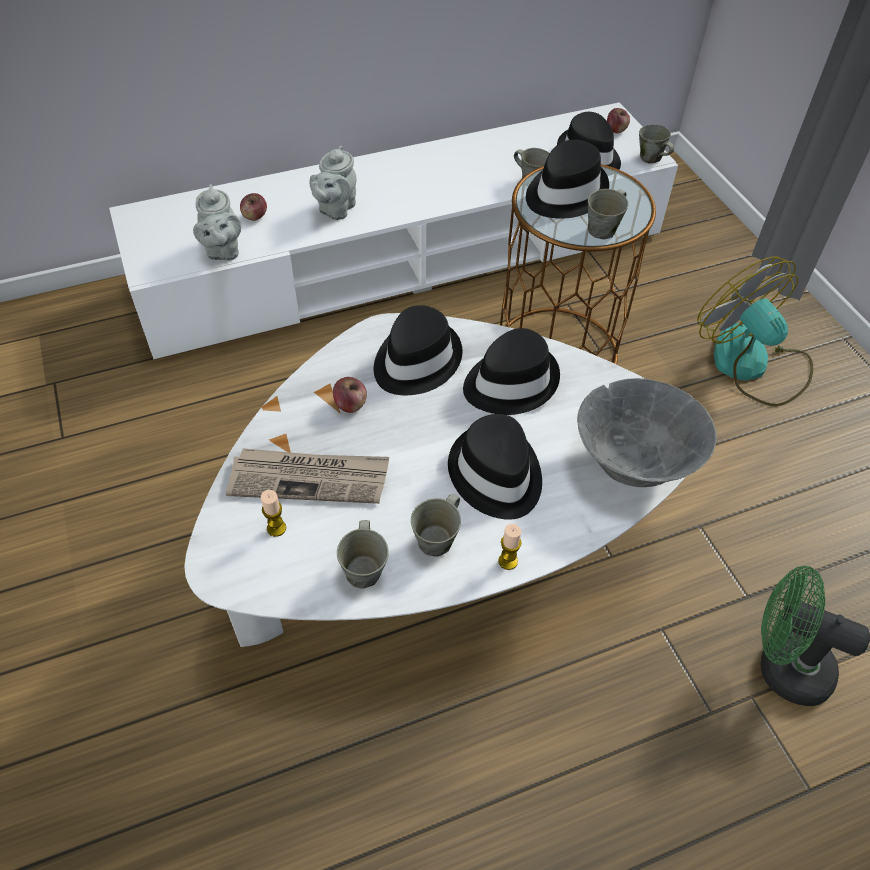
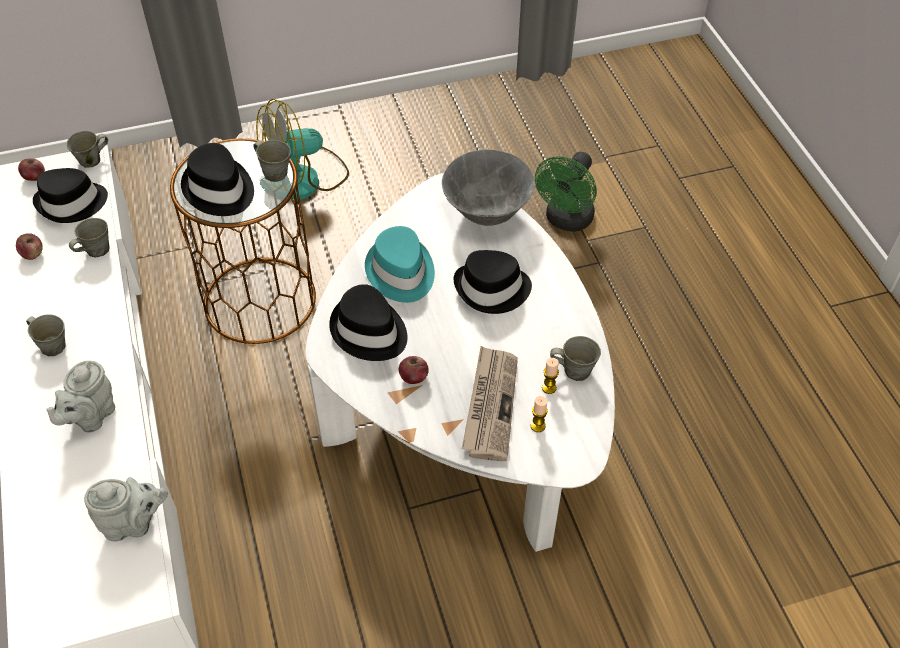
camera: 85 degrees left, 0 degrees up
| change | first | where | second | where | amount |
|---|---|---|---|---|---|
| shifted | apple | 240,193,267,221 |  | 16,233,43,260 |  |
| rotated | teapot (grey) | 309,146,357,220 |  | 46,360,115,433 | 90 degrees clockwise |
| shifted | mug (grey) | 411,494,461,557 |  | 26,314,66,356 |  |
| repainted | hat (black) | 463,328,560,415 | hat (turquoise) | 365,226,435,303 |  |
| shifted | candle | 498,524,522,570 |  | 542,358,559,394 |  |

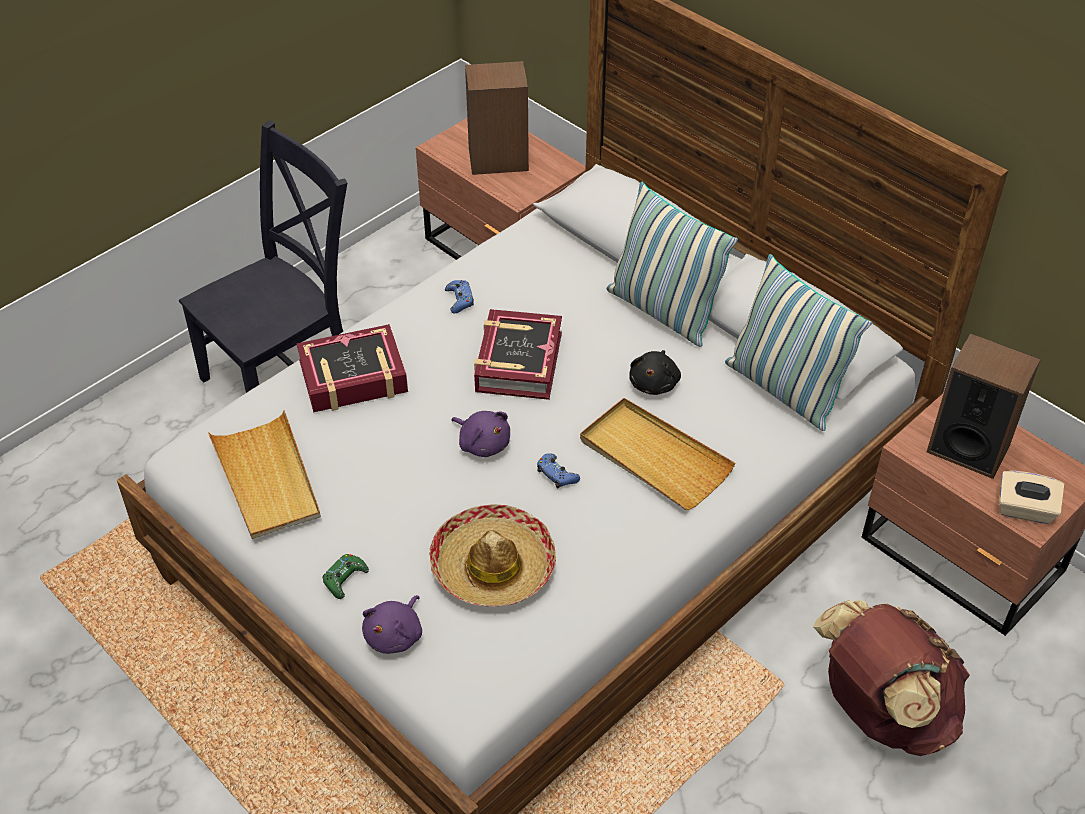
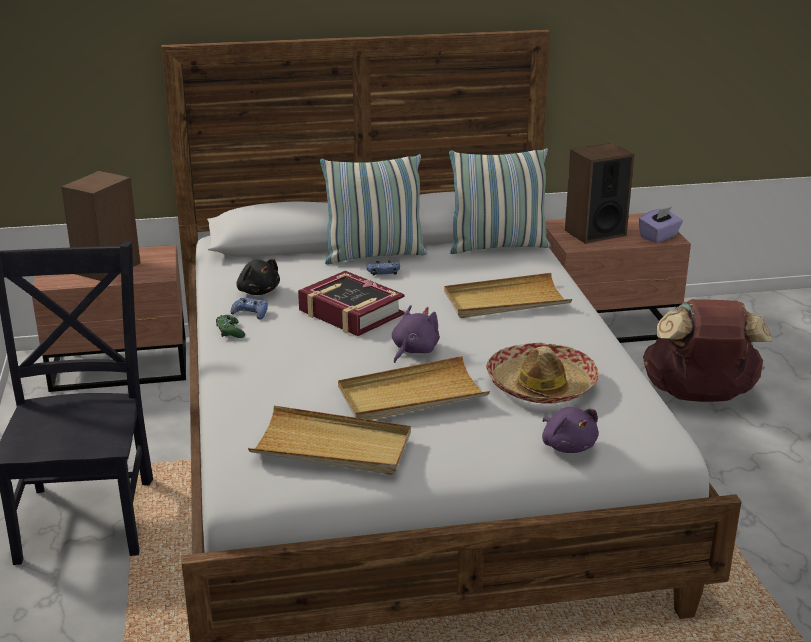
camera: 55 degrees left, 20 degrees down
| change | first | where | second | where | amount |
|---|---|---|---|---|---|
| gone | book | 297,324,408,413 |  |  |  |
| shifted | game controller (green) | 322,554,369,599 |  | 216,315,245,338 |  |
| rotated | plush toy (purple) | 452,411,510,457 |  | 392,305,440,363 | 45 degrees counterclockwise |
| shifted | game controller (blue) | 537,453,580,488 |  | 367,260,400,275 |  |
| shifted | plush toy (black) | 629,350,681,395 |  | 237,259,280,295 |  |
| repainted | tissue box (beige) | 999,471,1064,524 | tissue box (purple) | 638,207,683,243 |  |
| new |  |  | tray (beige) | 338,356,490,420 |  |

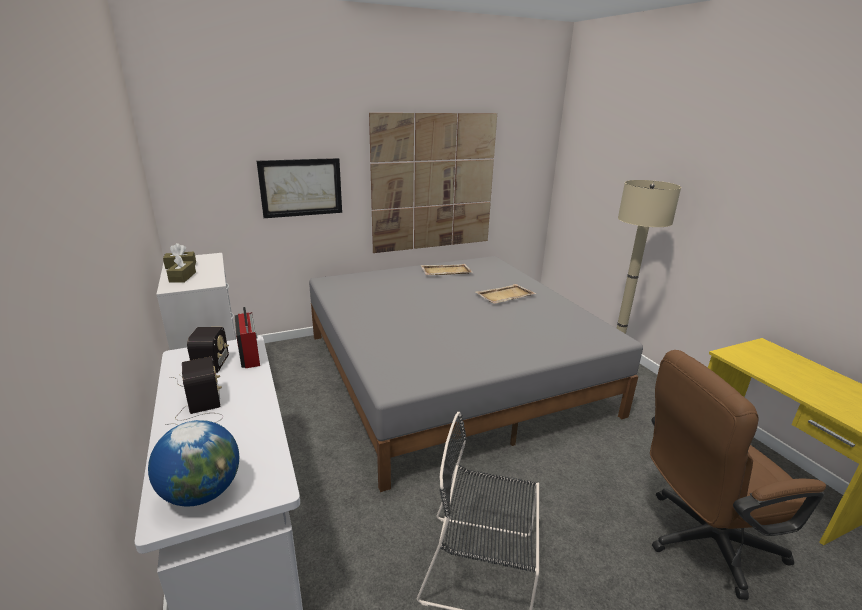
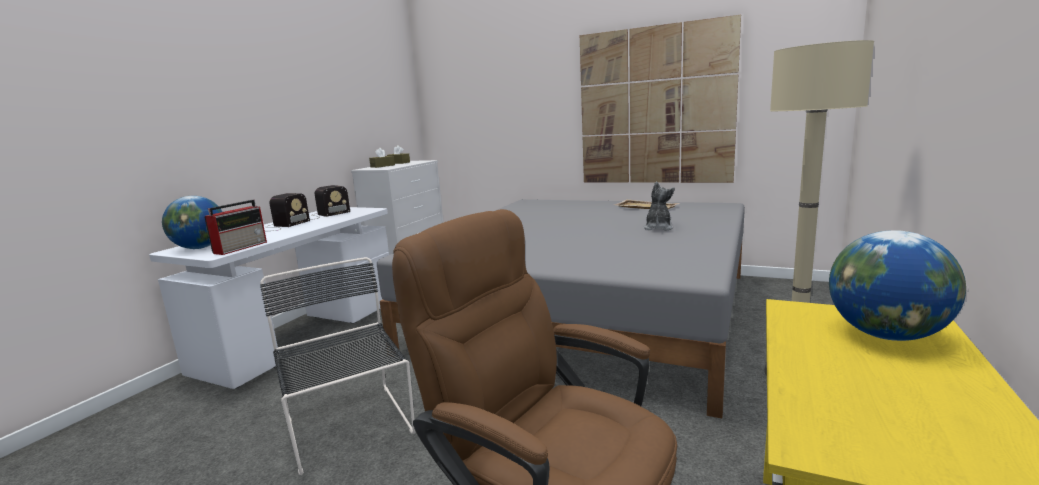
camera: 50 degrees right, 10 degrees down
| change | first | where | second | where | amount |
|---|---|---|---|---|---|
| shifted | radio | 235,307,260,368 |  | 204,200,267,255 |  |
| gone | picture | 257,158,342,218 |  |  |  |
| swapped | tray (beige) | 476,284,537,304 | plush toy | 644,181,675,231 |  |
| new |  |  | globe | 829,230,966,341 |  |

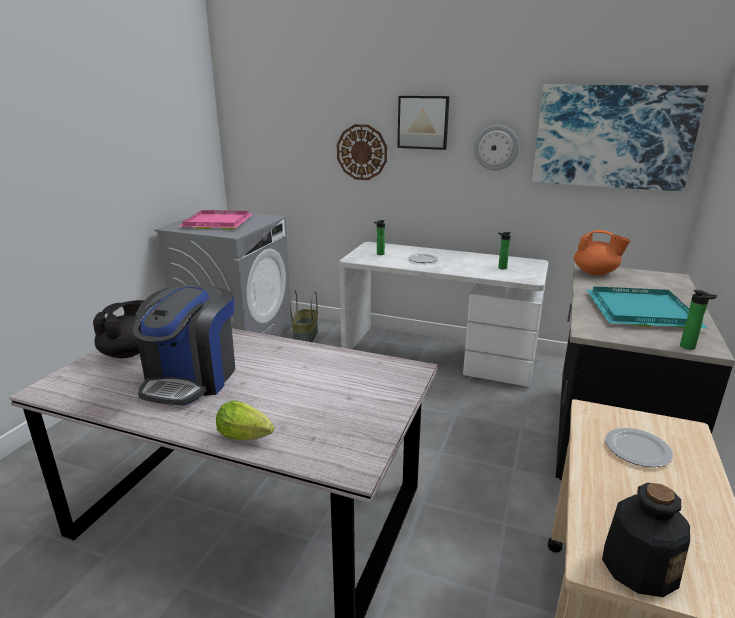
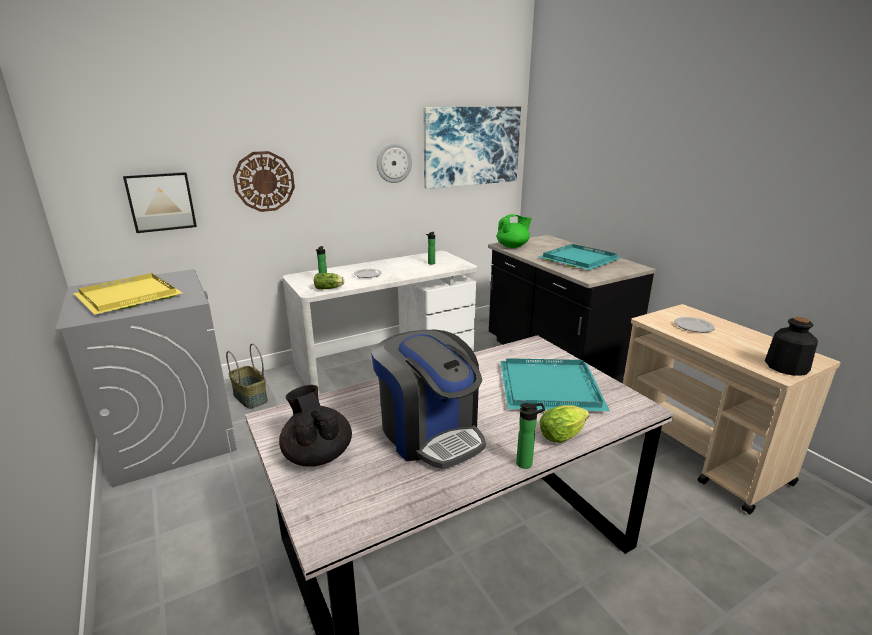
camera: 50 degrees left, 0 degrees up
| change | first | where | second | where | amount |
|---|---|---|---|---|---|
| repainted | tray (pink) | 178,210,253,230 | tray (yellow) | 73,273,182,315 |  |
| shifted | picture | 397,96,449,150 |  | 123,172,197,233 |  |
| repainted | teapot (orange) | 574,230,631,275 | teapot (green) | 497,214,532,248 |  |
| shifted | bottle | 680,290,717,350 |  | 516,403,545,469 |  |
| new |  |  | lettuce | 314,273,344,290 |  |
| new |  |  | tray (turquoise) | 500,358,610,411 |  |

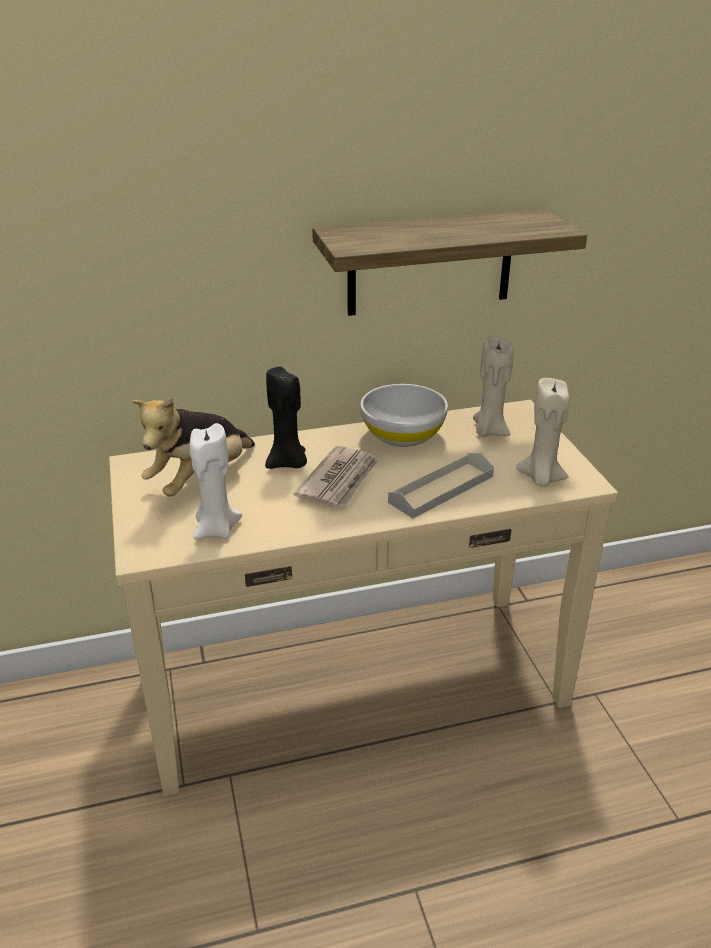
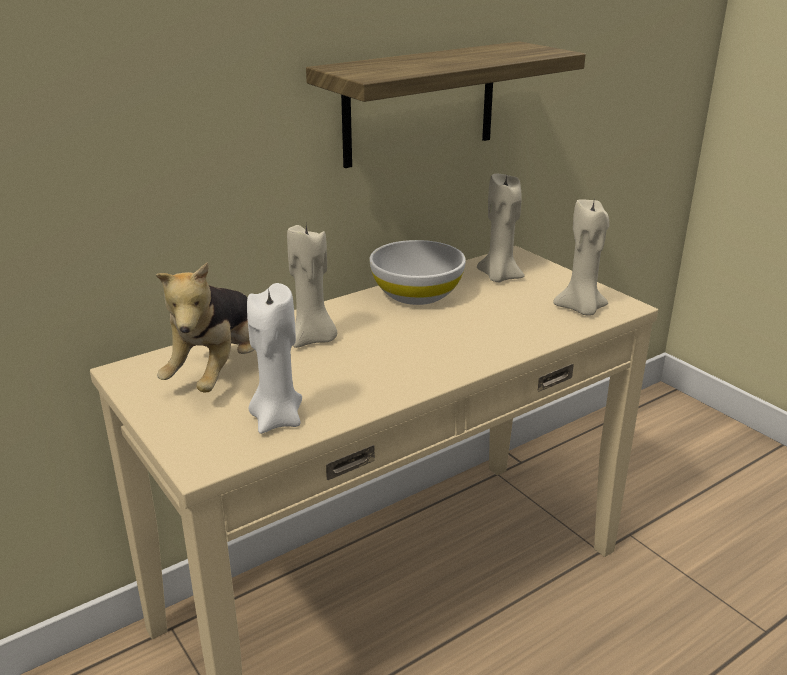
camera: 20 degrees left, 5 degrees down
| change | first | where | second | where | amount |
|---|---|---|---|---|---|
| repainted | candle (black) | 265,366,307,469 | candle (beige) | 287,225,337,348 |  |
| gone | newspaper | 294,446,378,507 |  |  |  |
| gone | tray (grey) | 388,453,494,519 |  |  |  |

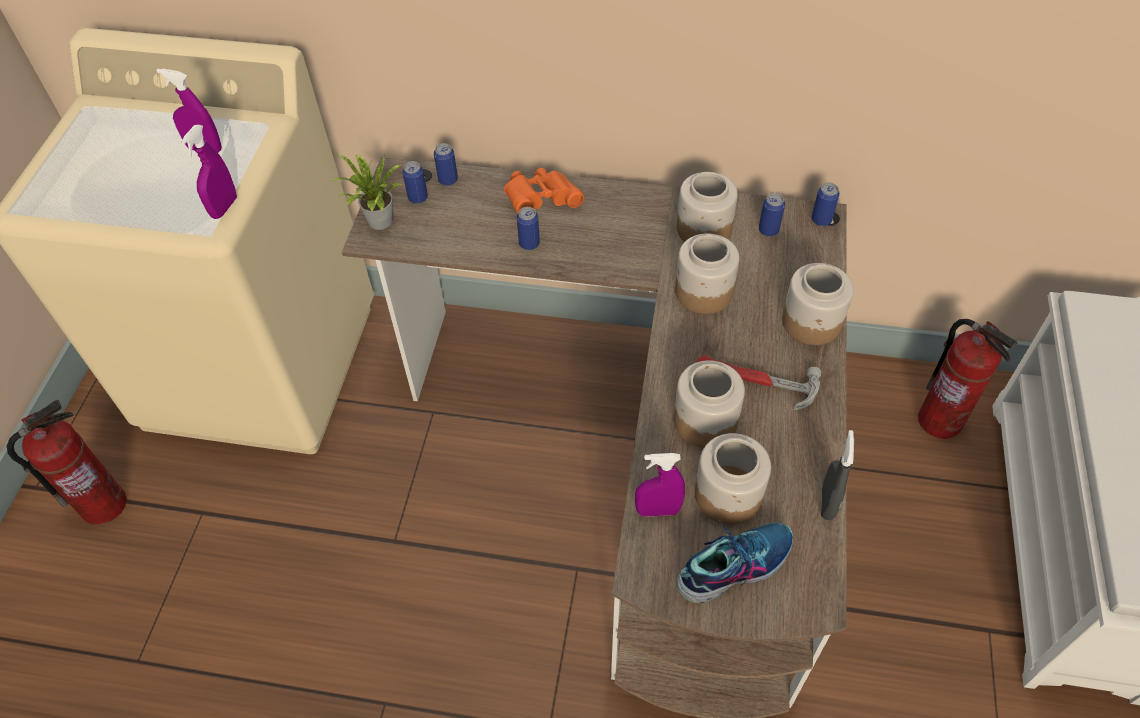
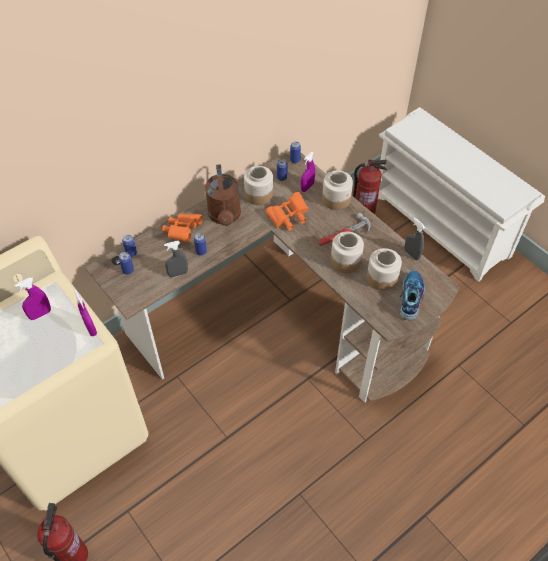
camera: 50 degrees left, 0 degrees up
| change | first | where | second | where | amount |
|---|---|---|---|---|---|
| gone | potted plant | 331,152,403,230 |  |  |  |
| shifted | spray bottle (purple) | 635,453,685,517 |  | 301,152,315,192 |  |
| swapped | jar | 675,233,739,314 | binoculars (orange) | 265,192,309,231 |  |
| new |  |  | spray bottle (grey) | 164,241,188,277 |  |
| new |  |  | watering can (brown) | 205,164,241,226 |  |

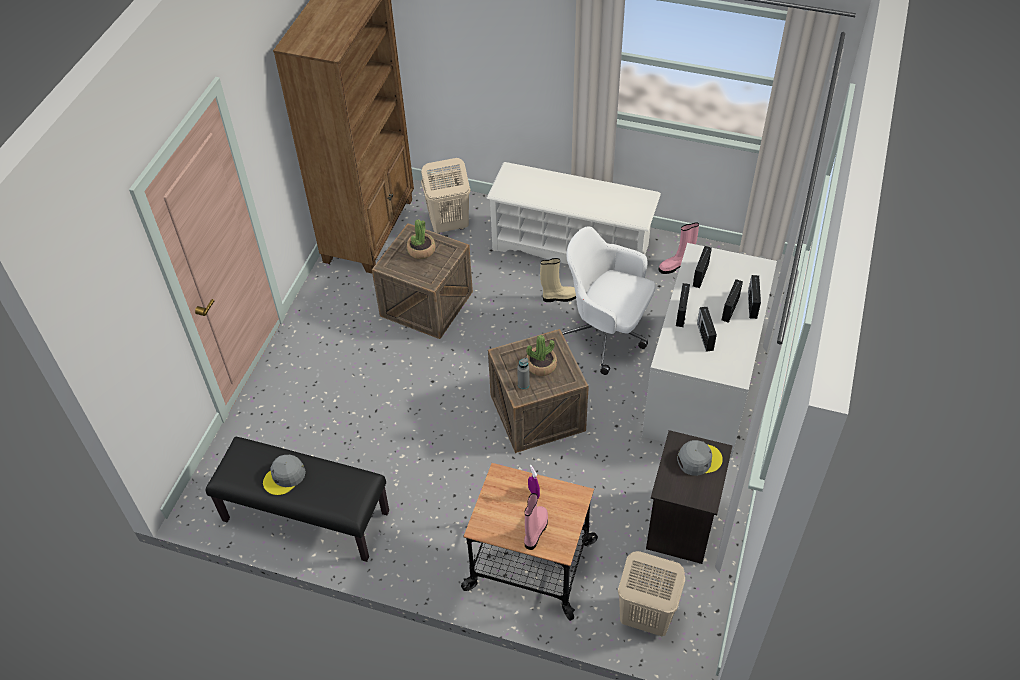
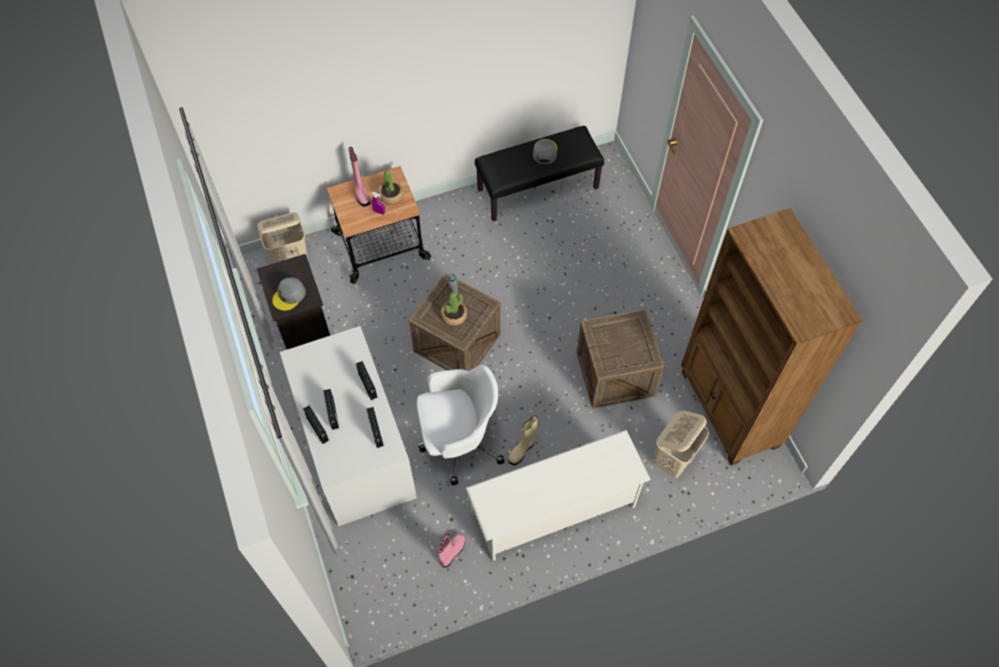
camera: 140 degrees right, 10 degrees up
| change | first | where | second | where | amount |
|---|---|---|---|---|---|
| shifted | potted plant | 407,220,436,259 |  | 378,170,404,205 |  |
| gone | radio | 697,307,717,352 |  |  |  |

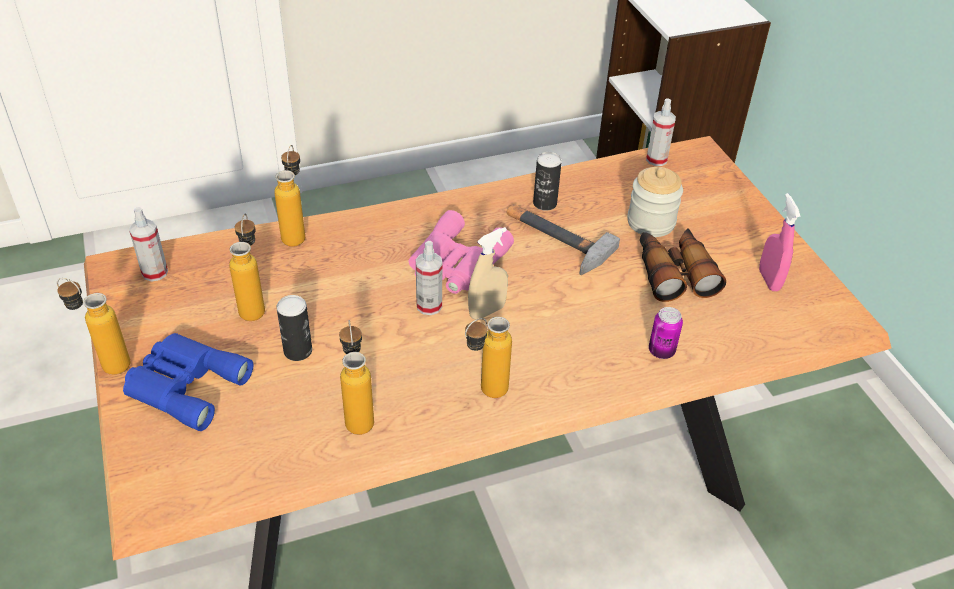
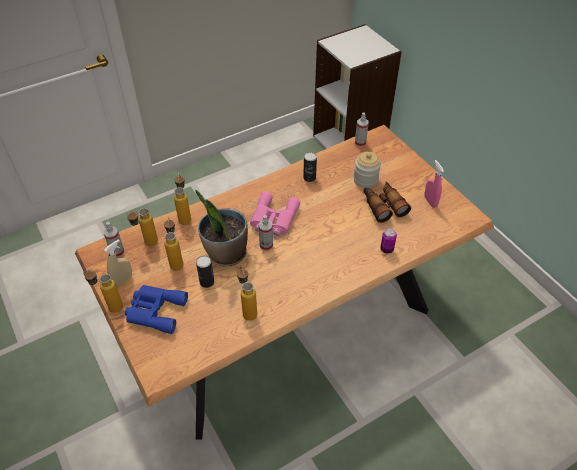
camera: 10 degrees left, 5 degrees up
| change | first | where | second | where | amount |
|---|---|---|---|---|---|
| shifted | bottle | 465,317,512,398 |  | 127,208,158,246 |  |
| shifted | spray bottle (beige) | 468,227,508,320 |  | 104,239,132,287 |  |
| gone | hammer | 506,204,620,275 |  |  |  |
| new |  |  | potted plant | 195,189,248,266 |  |

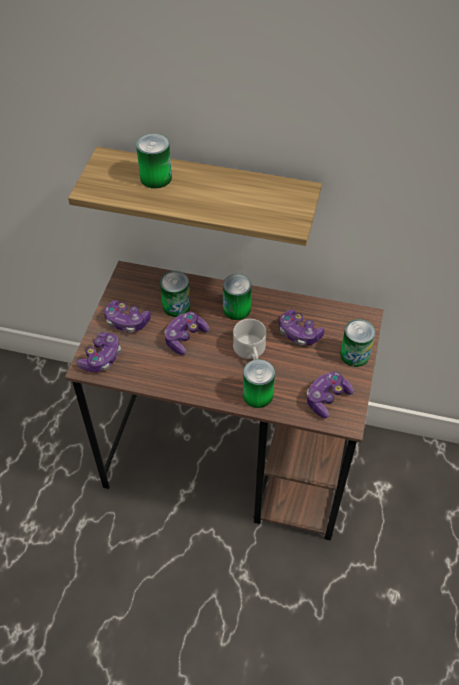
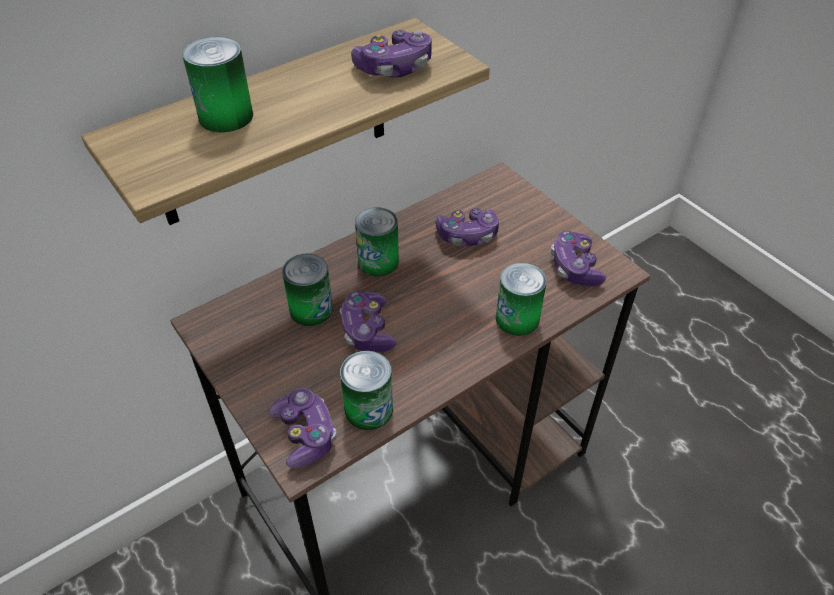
camera: 50 degrees left, 5 degrees down
| change | first | where | second | where | amount |
|---|---|---|---|---|---|
| shifted | game controller | 104,300,151,333 |  | 351,30,432,77 |  |
| gone | mug (white) | 233,319,266,360 |  |  |  |
| shifted | can | 340,319,376,367 |  | 340,351,393,430 |  |

